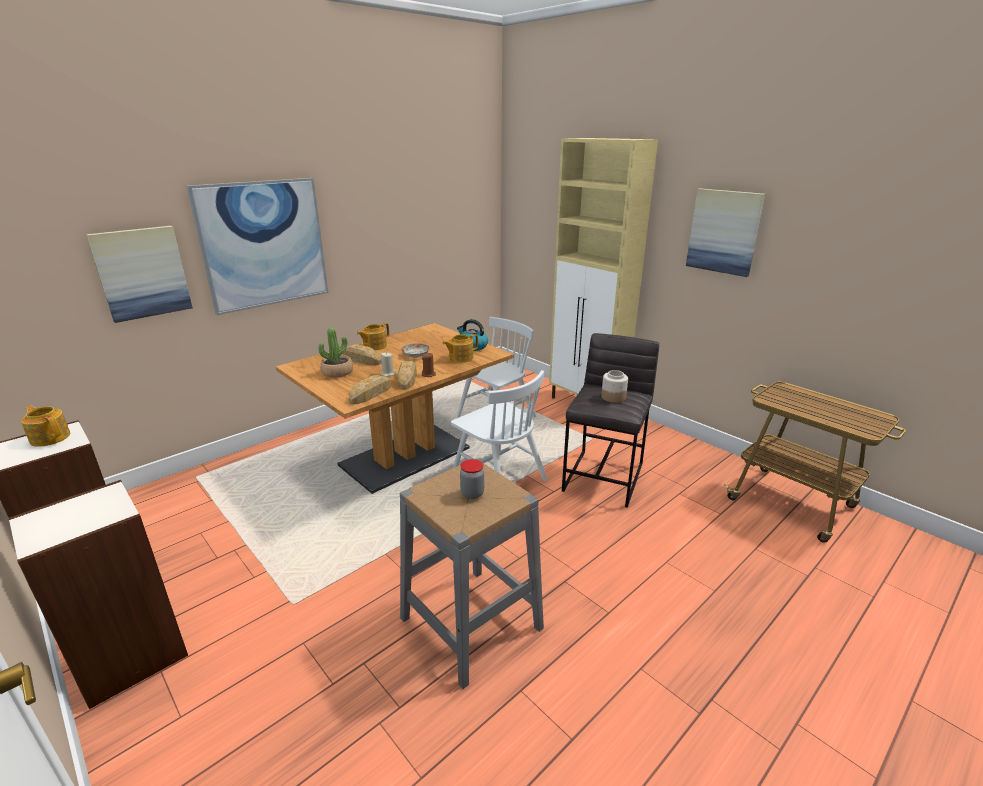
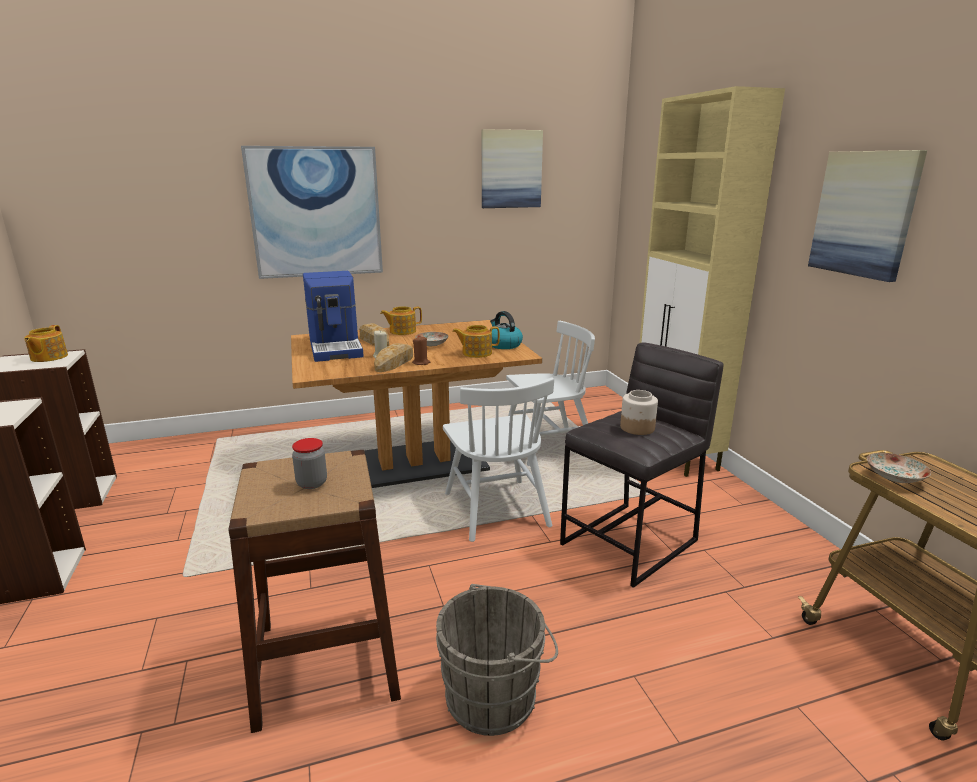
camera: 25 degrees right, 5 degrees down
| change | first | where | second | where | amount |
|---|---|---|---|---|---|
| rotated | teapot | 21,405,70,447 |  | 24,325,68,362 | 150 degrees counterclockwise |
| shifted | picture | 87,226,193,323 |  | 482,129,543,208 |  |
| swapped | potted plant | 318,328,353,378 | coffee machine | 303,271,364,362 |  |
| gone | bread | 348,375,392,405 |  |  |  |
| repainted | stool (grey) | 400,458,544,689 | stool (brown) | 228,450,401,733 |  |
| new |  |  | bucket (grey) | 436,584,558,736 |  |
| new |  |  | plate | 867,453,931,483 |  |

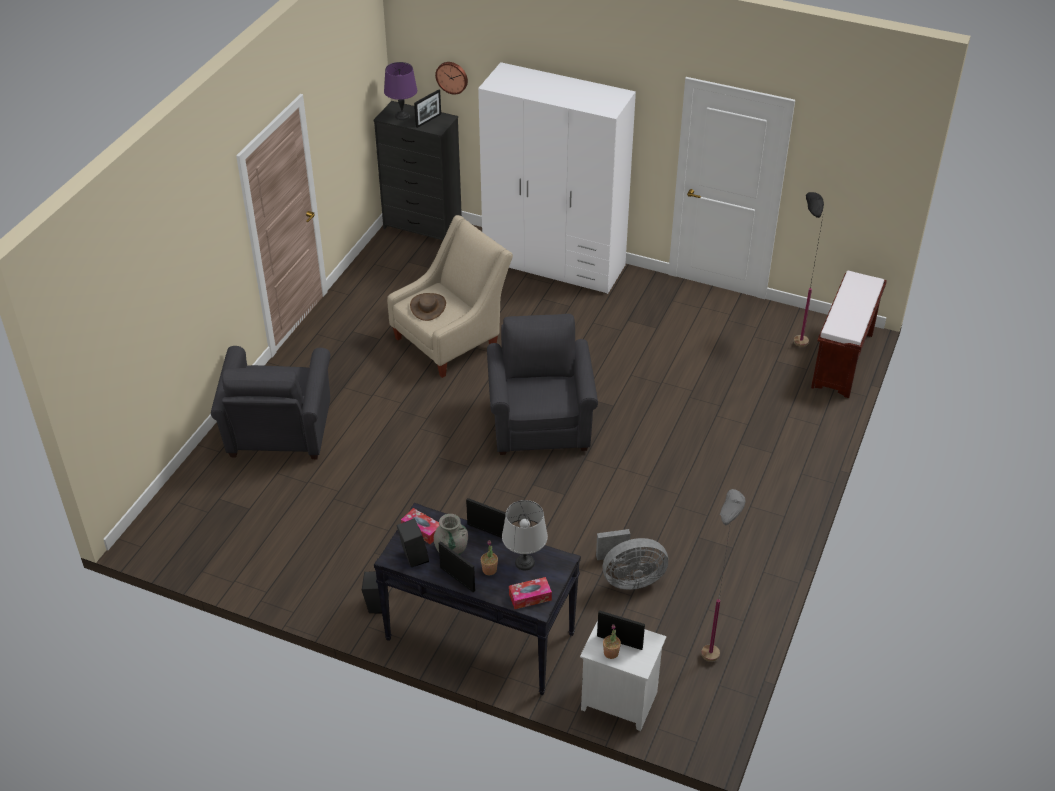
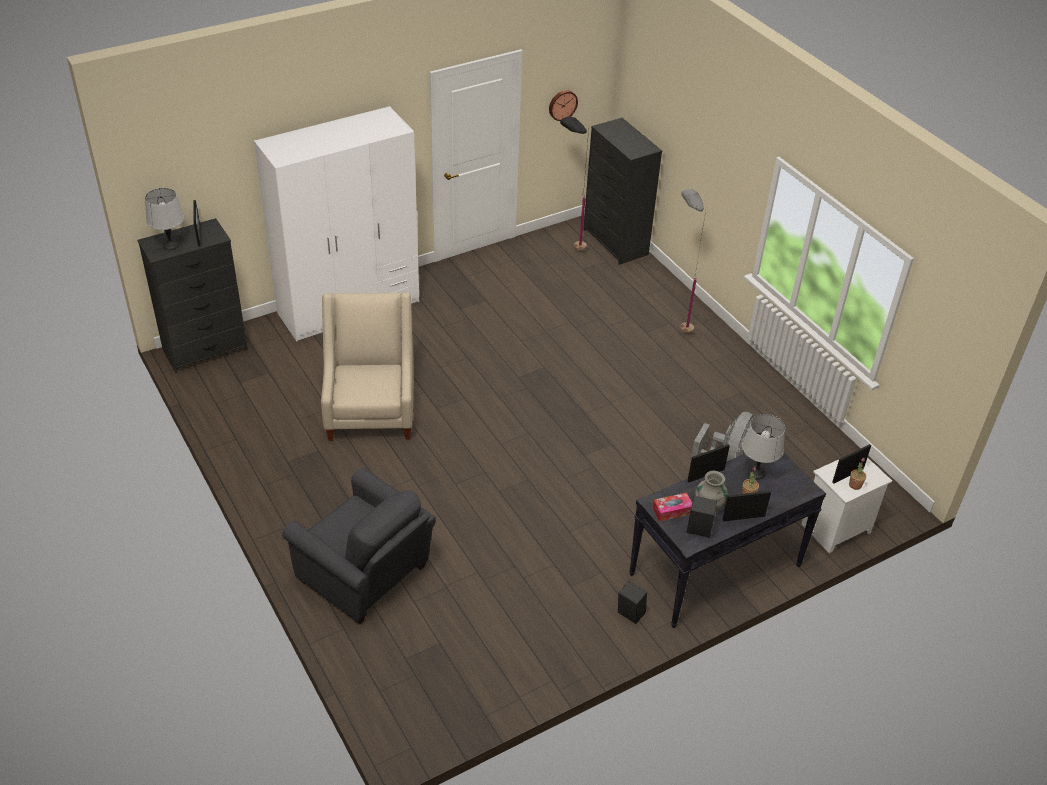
camera: 55 degrees left, 0 degrees up
| change | first | where | second | where | amount |
|---|---|---|---|---|---|
| repainted | table lamp (purple) | 384,62,417,120 | table lamp (grey) | 145,188,184,250 |  |
| gone | hat (brown) | 410,293,446,321 |  |  |  |
| shifted | wall clock | 435,62,468,95 |  | 549,90,578,121 |  |
| gone | armchair (grey) | 487,314,598,455 |  |  |  |
| gone | tissue box | 509,577,552,609 |  |  |  |
| shifted | floor lamp (grey) | 701,489,746,662 |  | 680,189,706,333 |  |
| swapped | bench (brown) | 811,271,887,398 | dresser (black) | 583,118,662,265 |  |

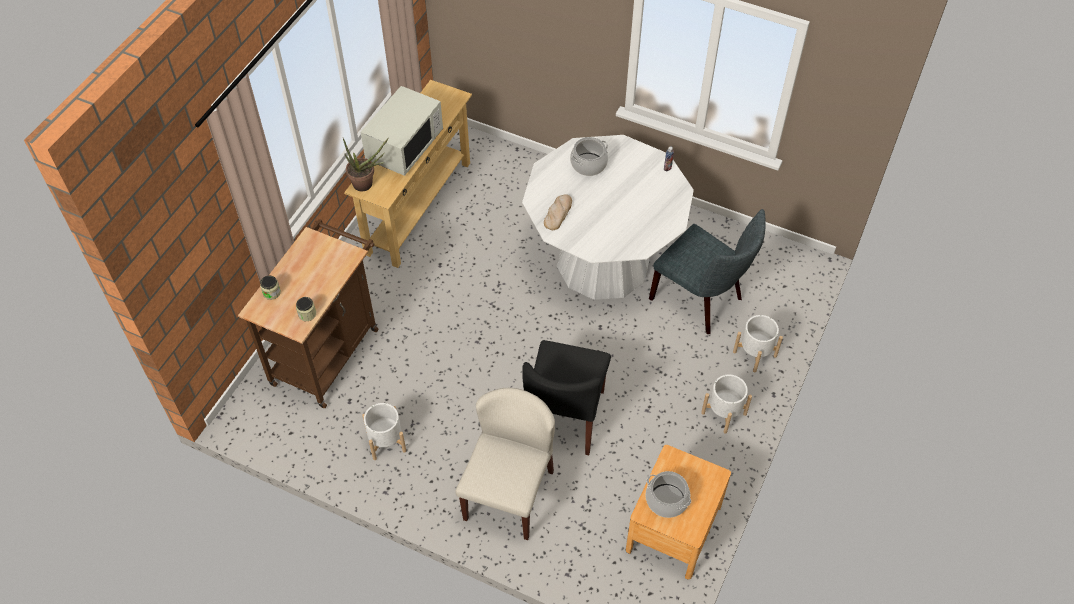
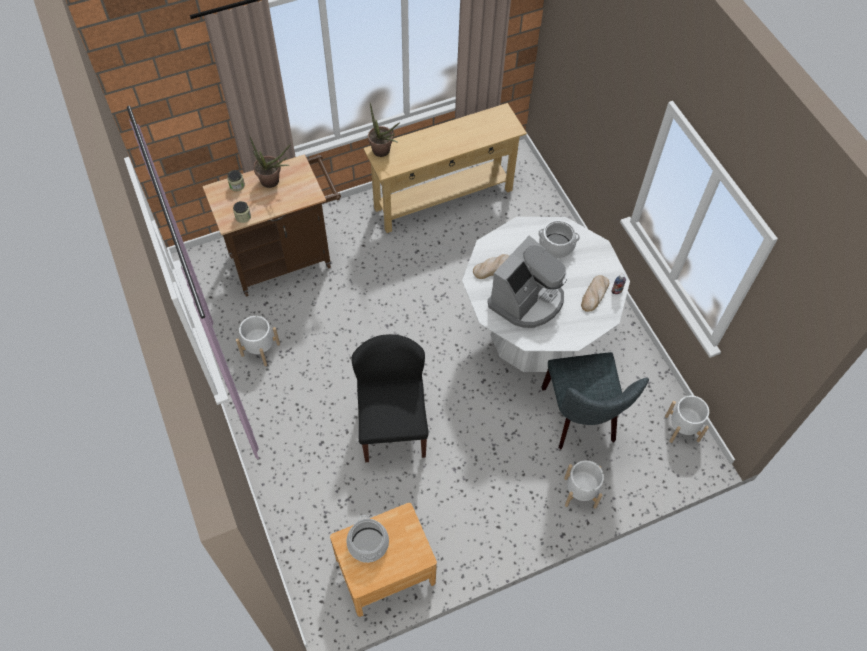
camera: 40 degrees right, 5 degrees up
| change | first | where | second | where | amount |
|---|---|---|---|---|---|
| gone | microwave (white) | 360,86,443,176 |  |  |  |
| gone | chair (beige) | 455,388,555,540 |  |  |  |
| rotated | chair (black) | 522,340,611,455 |  | 352,334,428,462 | 120 degrees clockwise |
| shifted | planter (white) | 701,374,752,434 |  | 665,395,709,443 |  |
| new |  |  | potted plant | 249,135,291,188 |  |
| new |  |  | coffee machine | 488,236,567,328 |  |
| new |  |  | bread | 581,275,609,312 |  |

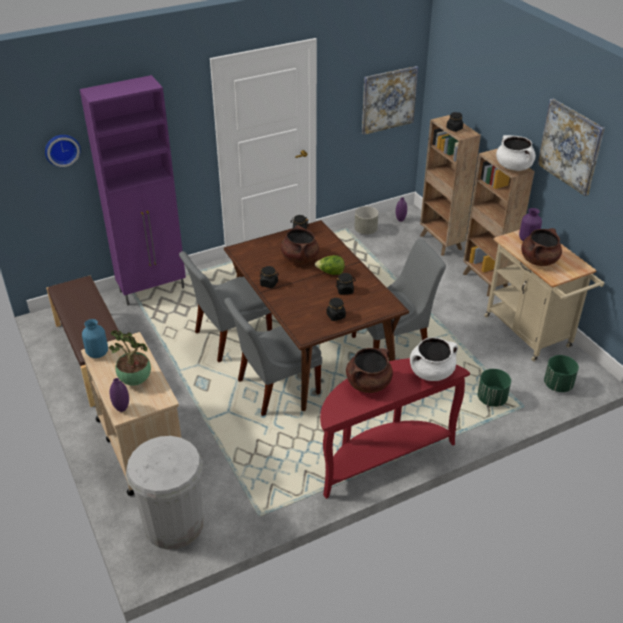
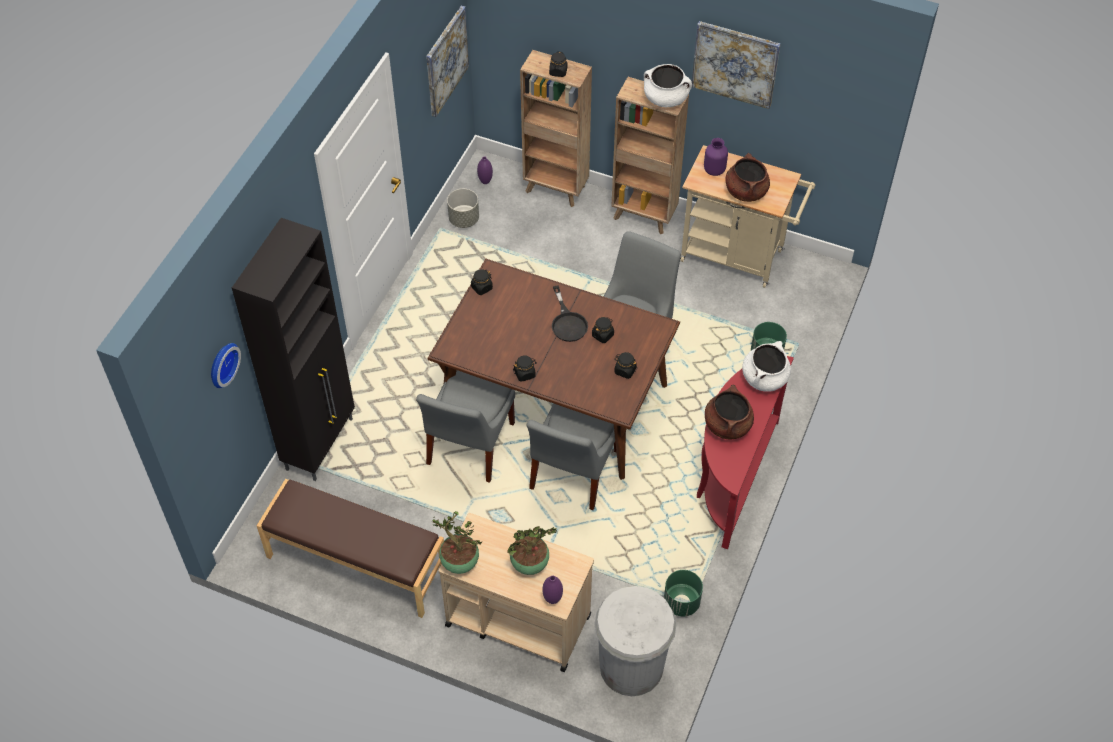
camera: 40 degrees left, 15 degrees up
| change | first | where | second | where | amount |
|---|---|---|---|---|---|
| repainted | cabinet (purple) | 80,75,186,305 | cabinet (black) | 232,218,355,481 |  |
| swapped | vase (blue) | 82,319,108,358 | potted plant | 432,511,483,574 |  |
| gone | cooking pot (brown) | 281,225,319,264 |  |  |  |
| swapped | lettuce | 315,255,345,275 | frying pan (black) | 552,285,588,342 |  |
| shifted | planter (green) | 544,355,579,392 |  | 664,570,703,616 |  |

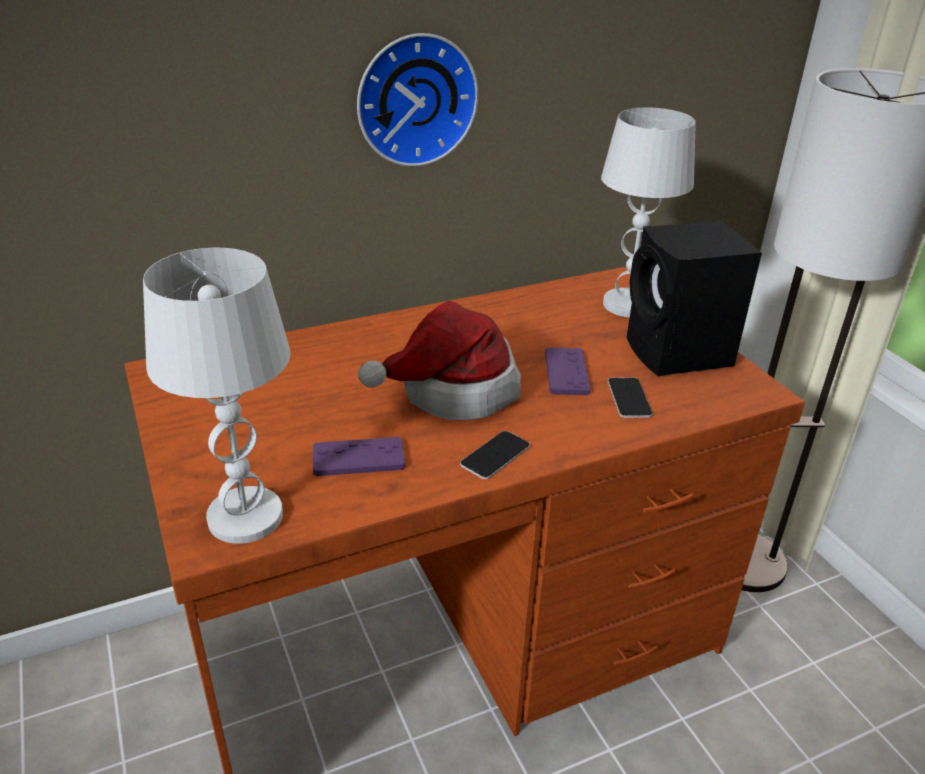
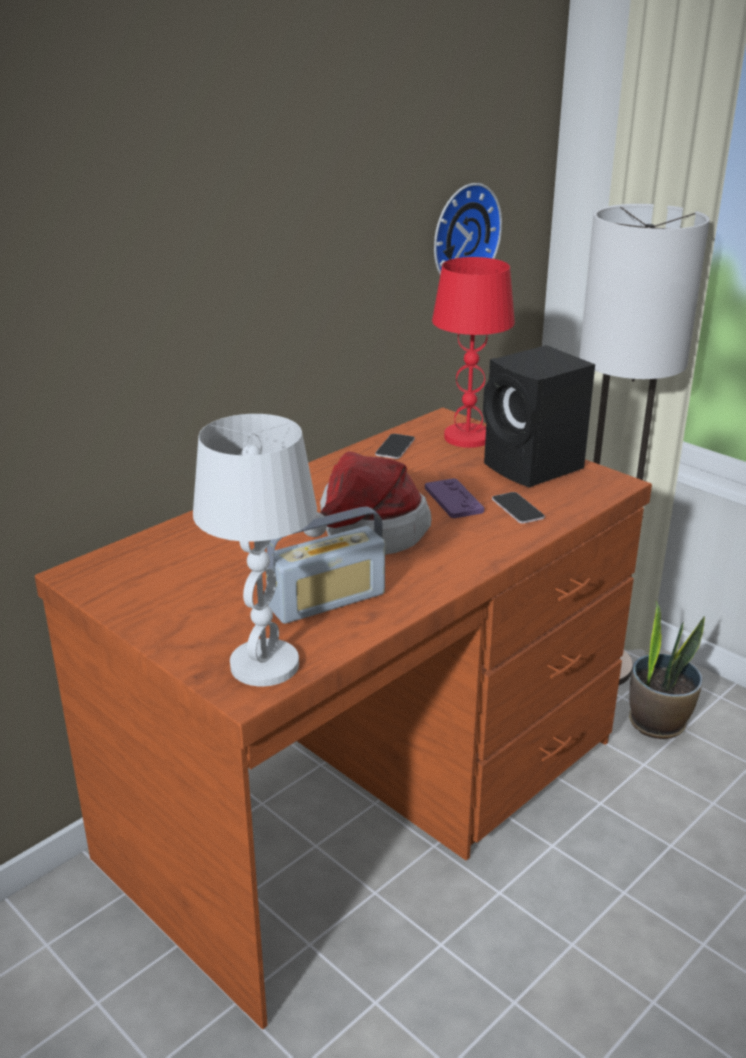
camera: 20 degrees left, 5 degrees down
| change | first | where | second | where | amount |
|---|---|---|---|---|---|
| swapped | game controller (purple) | 313,437,405,476 | radio | 266,506,385,624 |  |
| shifted | wall clock | 357,33,478,167 |  | 434,183,502,274 |  |
| shifted | phone | 460,431,530,479 |  | 375,434,415,459 |  |
| repainted | table lamp (white) | 601,108,696,317 | table lamp (red) | 432,257,515,448 |  |
| new |  |  | potted plant | 629,601,705,739 |  |

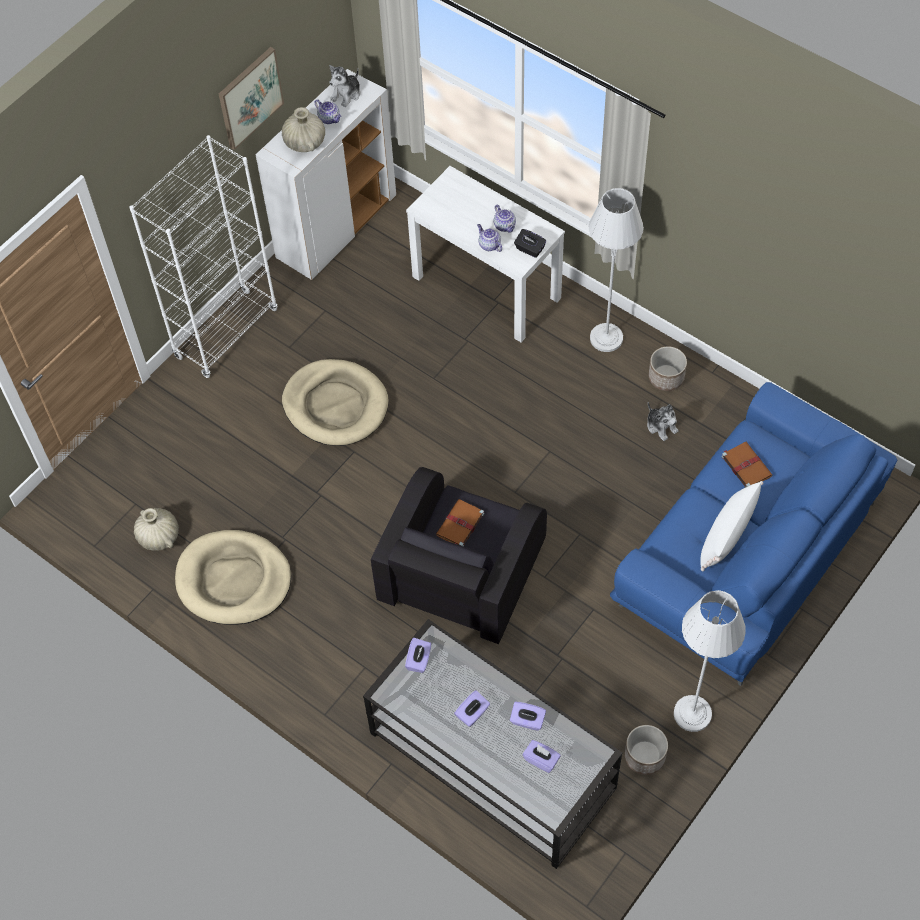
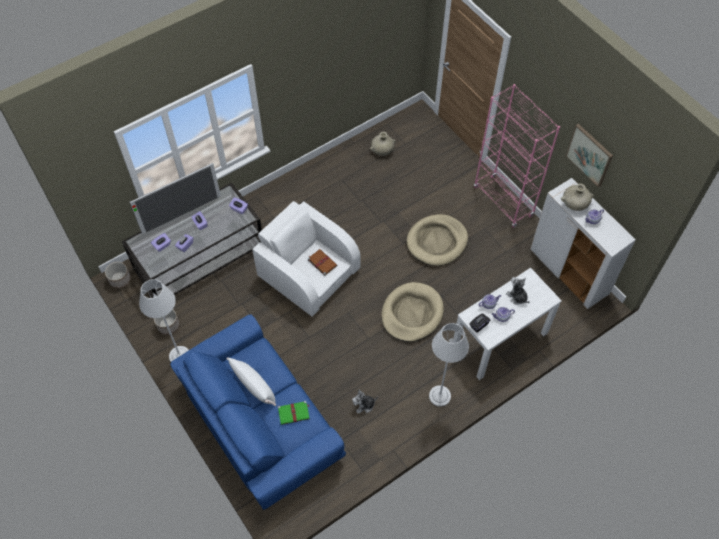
camera: 105 degrees right, 0 degrees up
| change | first | where | second | where | amount |
|---|---|---|---|---|---|
| repainted | bookcase (white) | 129,135,278,378 | bookcase (pink) | 474,84,560,228 |  |
| shifted | dog bed (beige) | 175,530,291,625 |  | 381,282,444,342 |  |
| shifted | plush toy | 329,65,360,107 |  | 506,277,530,305 |  |
| repainted | armchair (black) | 371,467,547,644 | armchair (white) | 252,201,360,316 |  |
| shifted | planter | 649,346,687,391 |  | 105,262,131,288 |  |
| repainted | book (brown) | 721,442,773,488 | book (green) | 278,401,310,425 |  |
| new |  |  | television | 130,163,221,234 |  |

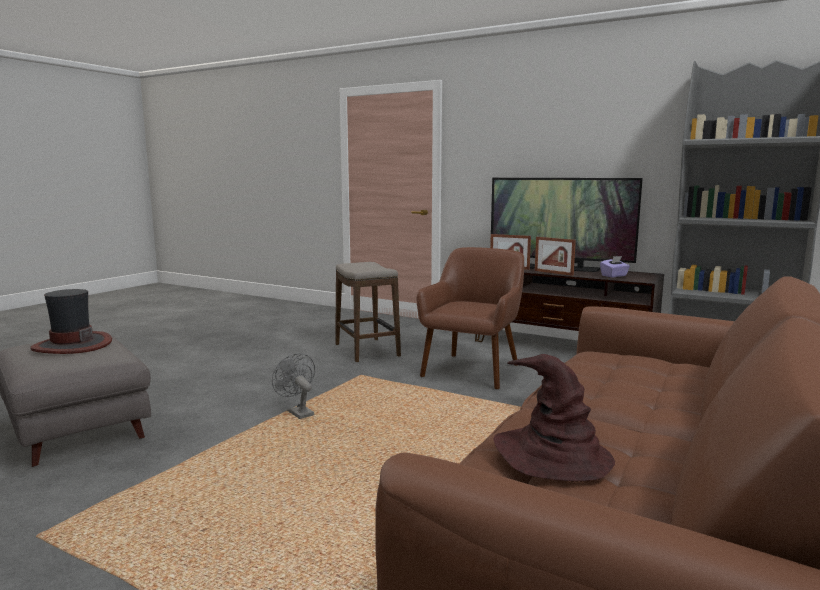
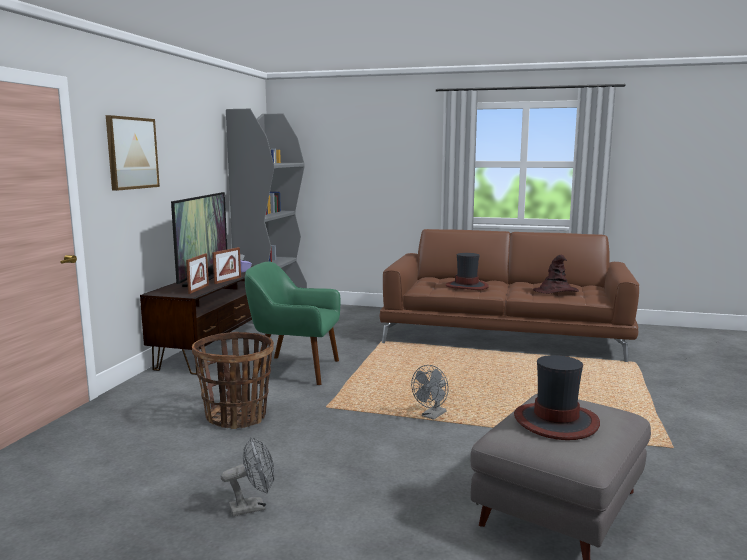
camera: 105 degrees left, 0 degrees up
| change | first | where | second | where | amount |
|---|---|---|---|---|---|
| swapped | stool | 335,262,401,362 | basket | 192,332,274,429 |  |
| repainted | armchair (brown) | 417,247,524,390 | armchair (green) | 245,262,341,386 |  |
| new |  |  | picture | 106,115,160,191 |  |
| new |  |  | fan (grey) | 221,437,275,516 |  |
| new |  |  | hat | 446,253,489,290 |  |

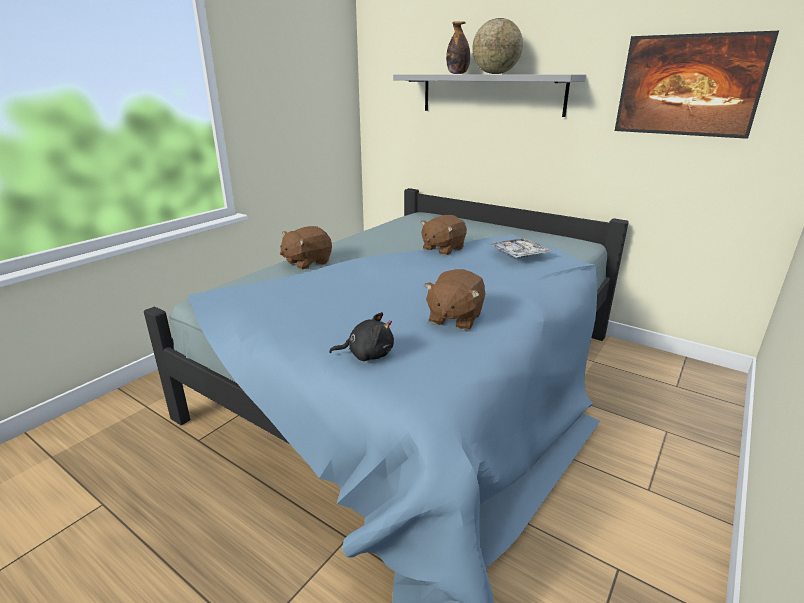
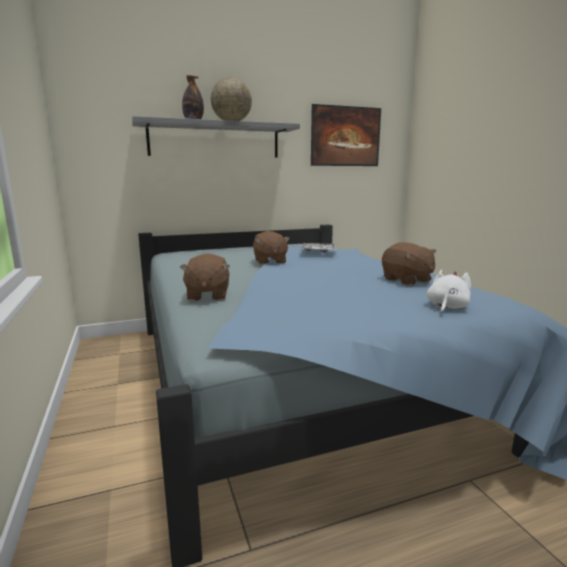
camera: 55 degrees left, 10 degrees down
| change | first | where | second | where | amount |
|---|---|---|---|---|---|
| repainted | plush toy (black) | 329,312,394,361 | plush toy (white) | 427,270,471,314 |  |

